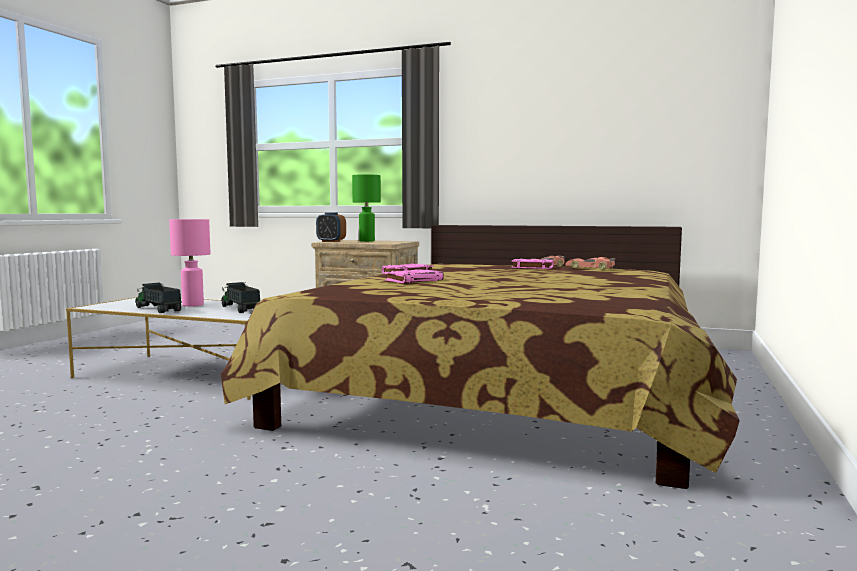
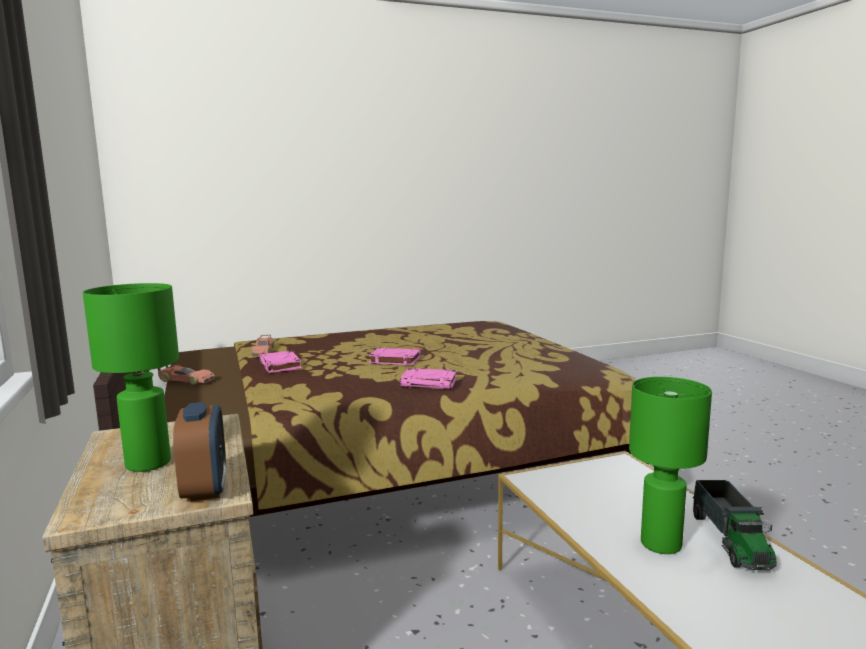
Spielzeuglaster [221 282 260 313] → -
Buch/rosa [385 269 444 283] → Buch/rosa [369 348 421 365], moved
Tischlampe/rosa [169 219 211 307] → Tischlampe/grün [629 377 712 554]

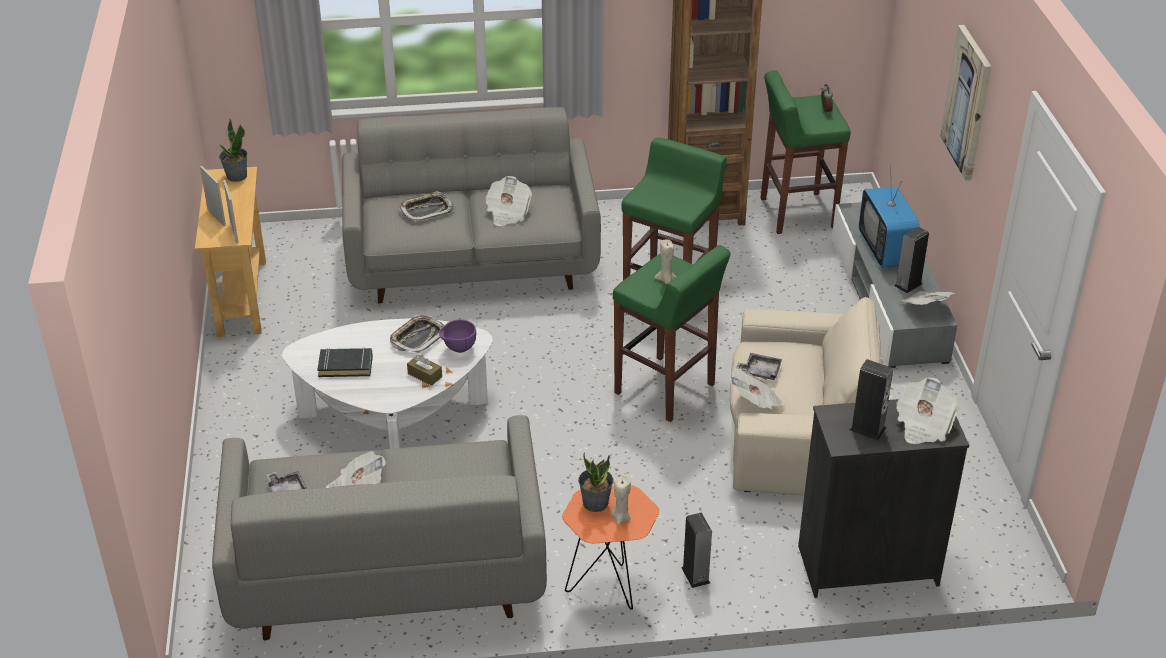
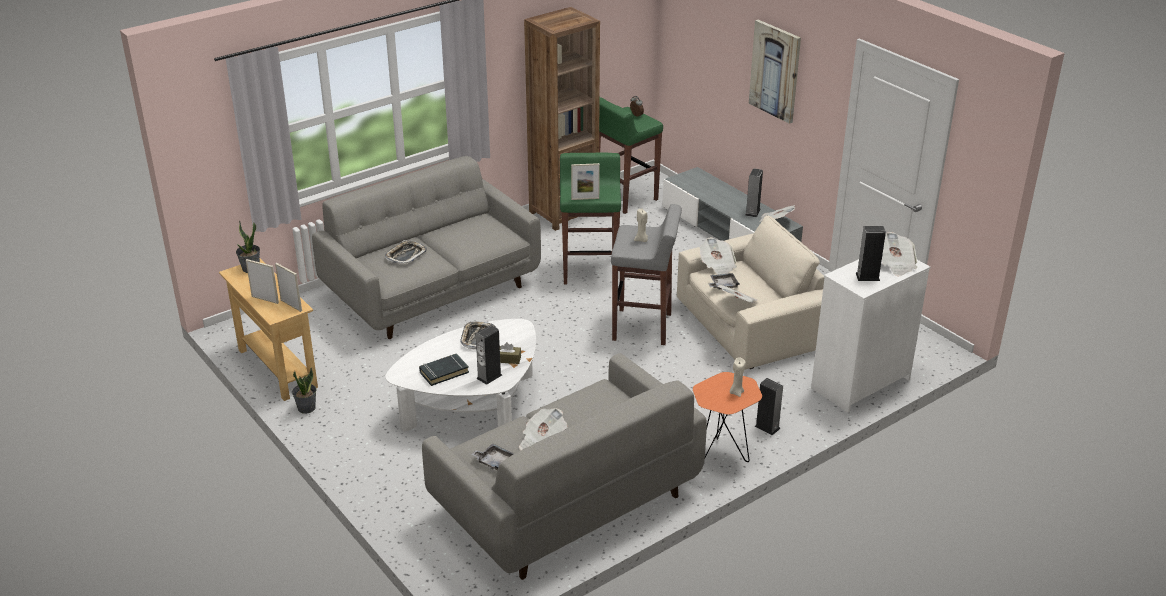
Schüssel/lila [439 319 476 353] → -
Fernseher [859 164 920 268] → -
- → Lautsprecher [476 325 502 385]
- → Bilderrahmen [571 163 600 200]
Zeitung [485 176 532 226] → Zeitung [699 237 737 275], moved
Topfpflanze [578 453 614 512] → Topfpflanze [292 368 316 414], moved
Hocker/grün [613 245 730 422] → Hocker/grau [611 204 682 345]
Kommode/schwarz [798 399 969 598] → Kommode/weiß [811 259 930 413]

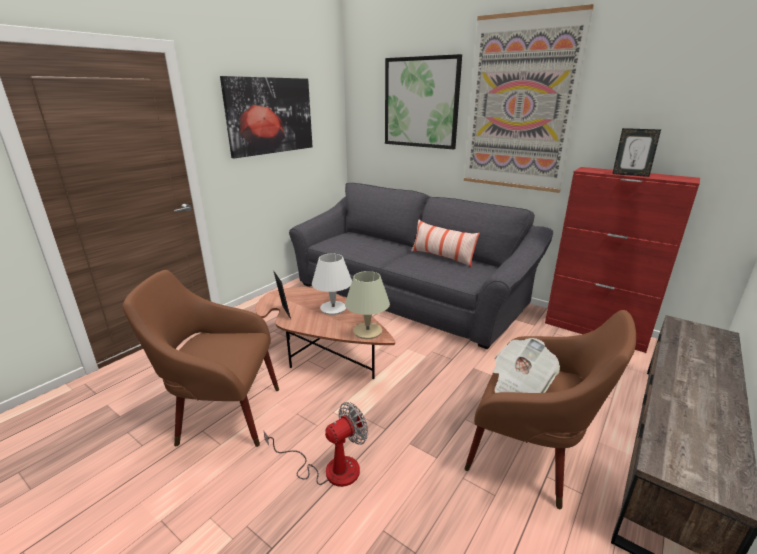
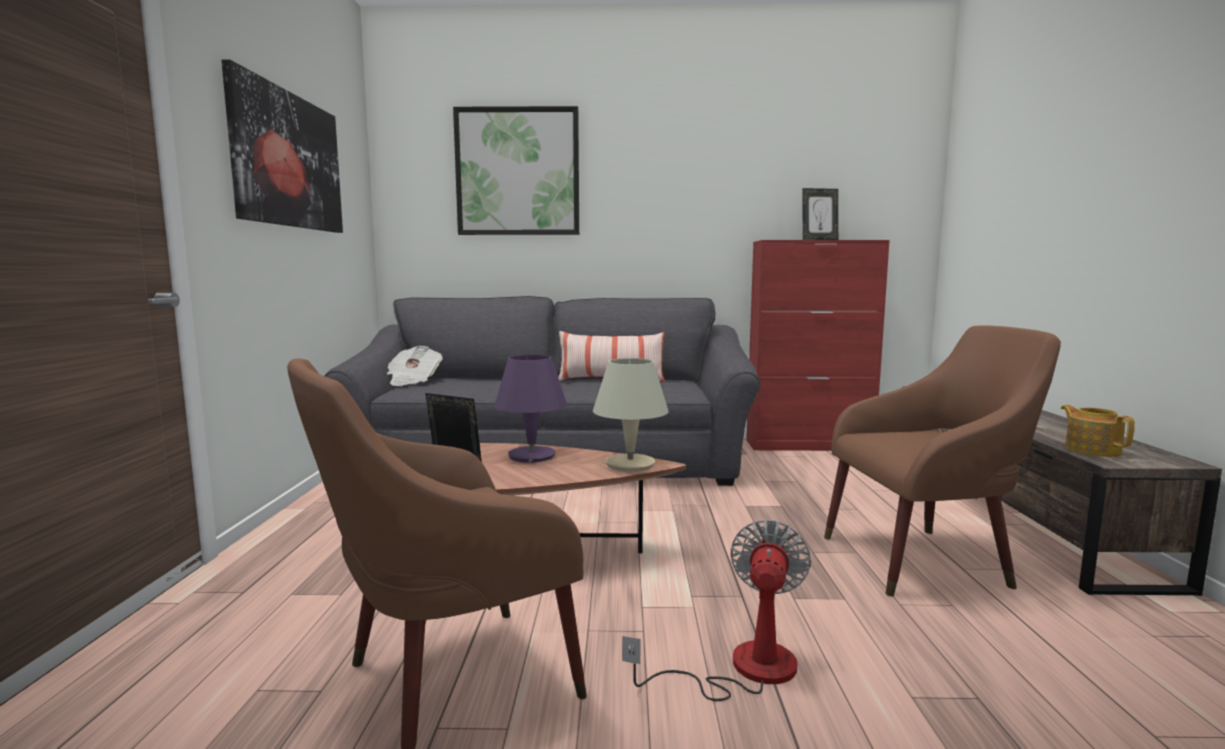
Bild [464 4 594 193] → -
- → Teekanne [1061 405 1135 457]
Zeitung [493 338 560 393] → Zeitung [387 346 443 386], moved
Tischlampe/weiß [312 254 352 315] → Tischlampe/lila [494 355 567 463]

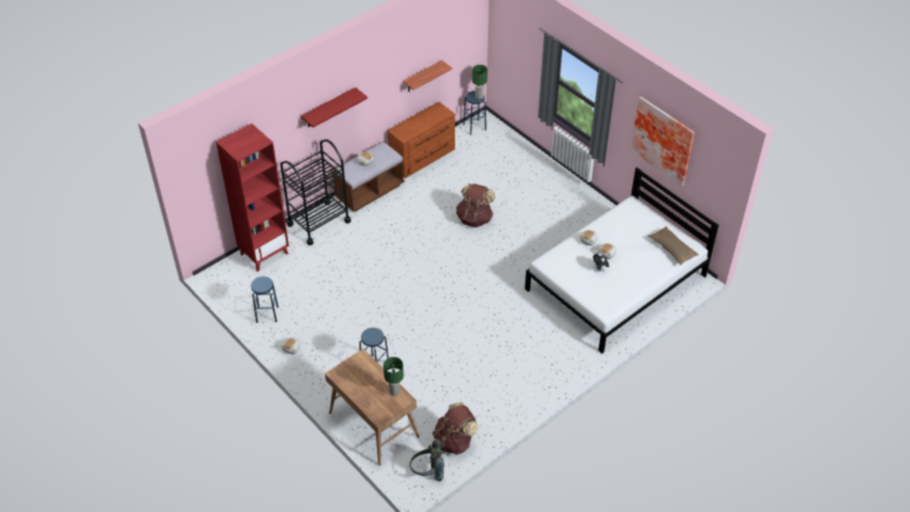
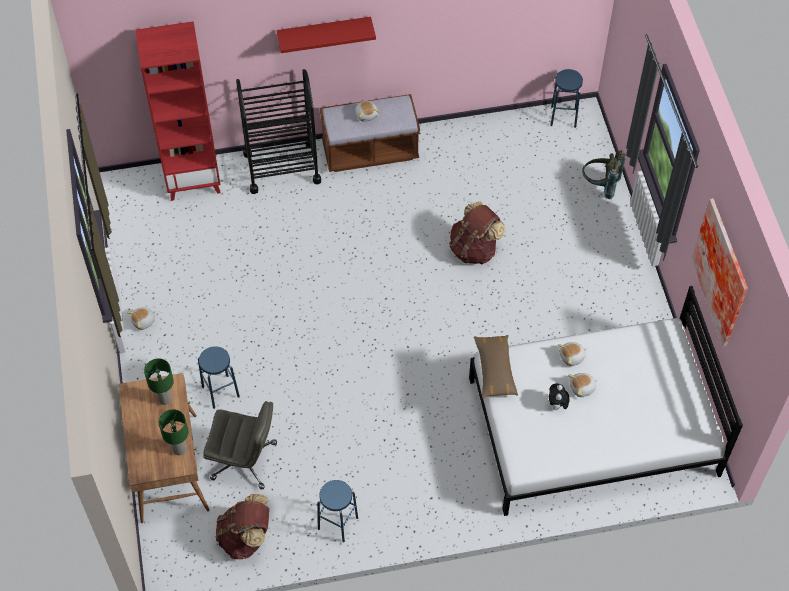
Kommode/braun [387 102 455 178] → -
Wandregal [403 60 452 92] → -
- → Bürostuhl/grau [203 401 277 489]
Hocker/blau [251 276 278 323] → Hocker/blau [317 480 358 542], moved
Rucksack/grau [410 439 444 481] → Rucksack/grau [582 150 625 199], moved
Tischlampe/grün [472 65 488 99] → Tischlampe/grün [144 358 174 405], moved
Kissen/braun [648 226 699 265] → Kissen/braun [474 335 518 399], moved

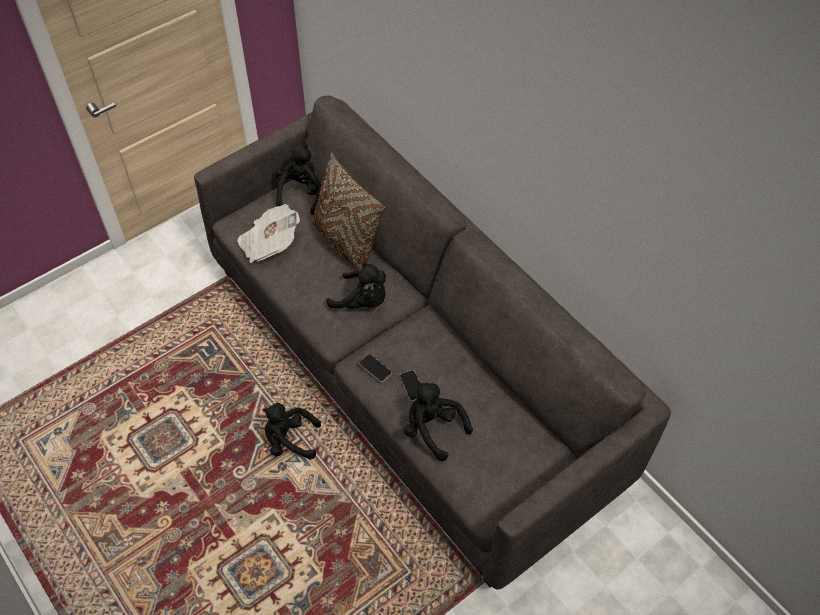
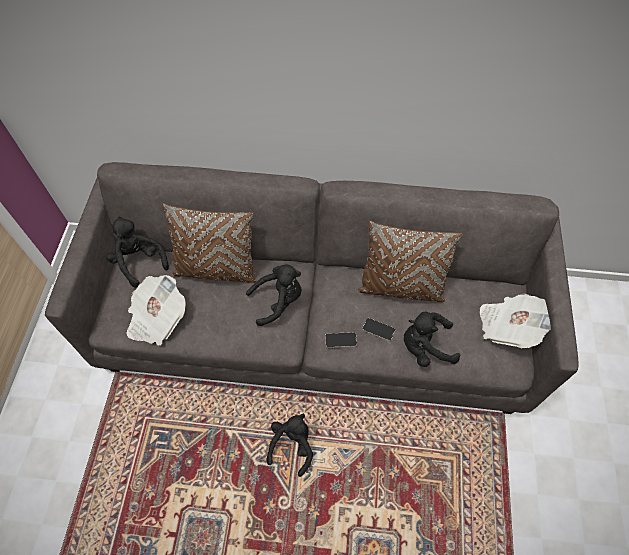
- → Kissen/braun [357 221 463 302]
- → Zeitung [480 294 551 348]
Plüschtier/schwarz [262 403 321 460] → Plüschtier/schwarz [267 413 313 477], 150 degrees clockwise

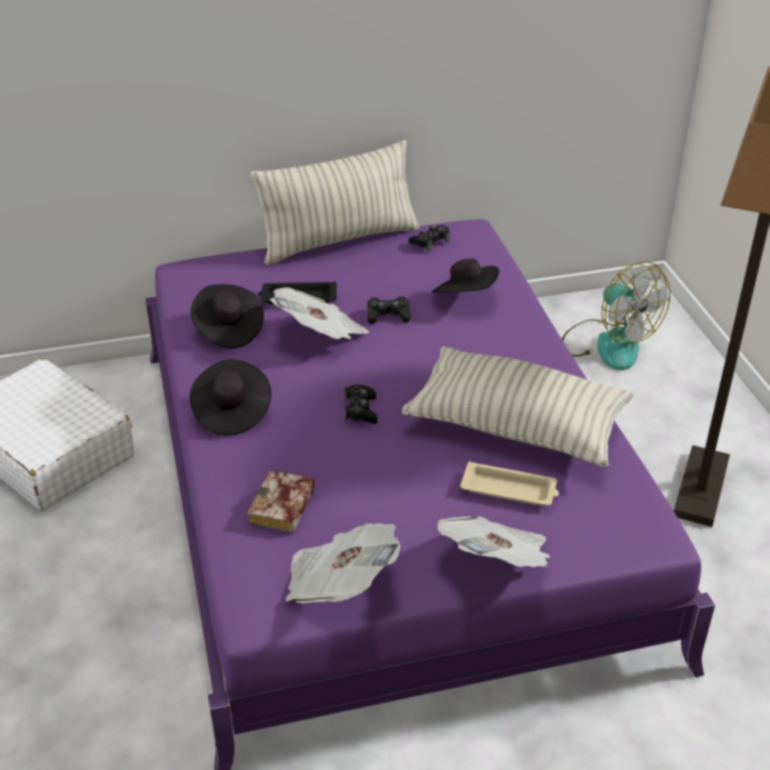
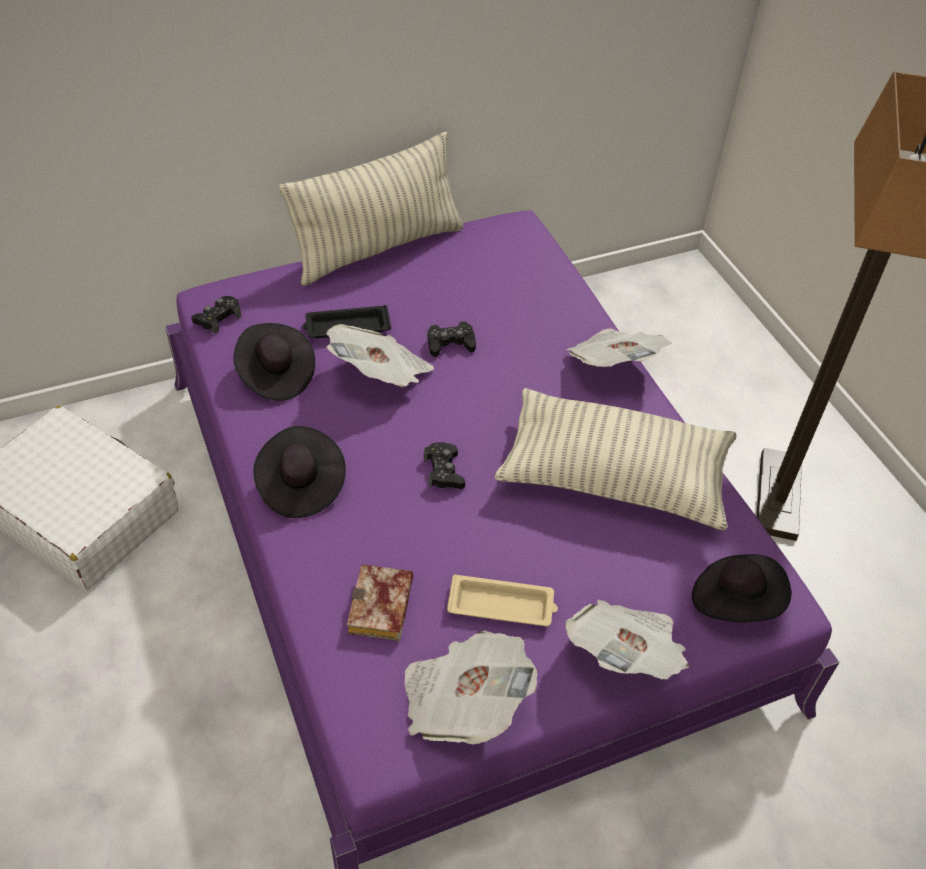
Ventilator [562 262 670 370] → -
- → Zeitung [566 328 672 367]
Gamepad/schwarz [409 225 450 252] → Gamepad/schwarz [191 296 242 334], moved
Hut/schwarz [432 259 499 293] → Hut/schwarz [692 554 791 623], moved
Tablett/beige [460 461 559 506] → Tablett/beige [447 574 558 626], moved

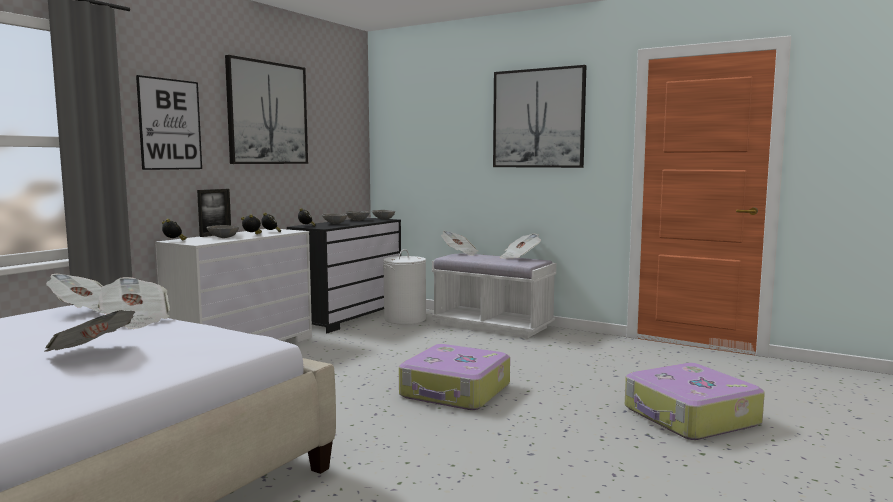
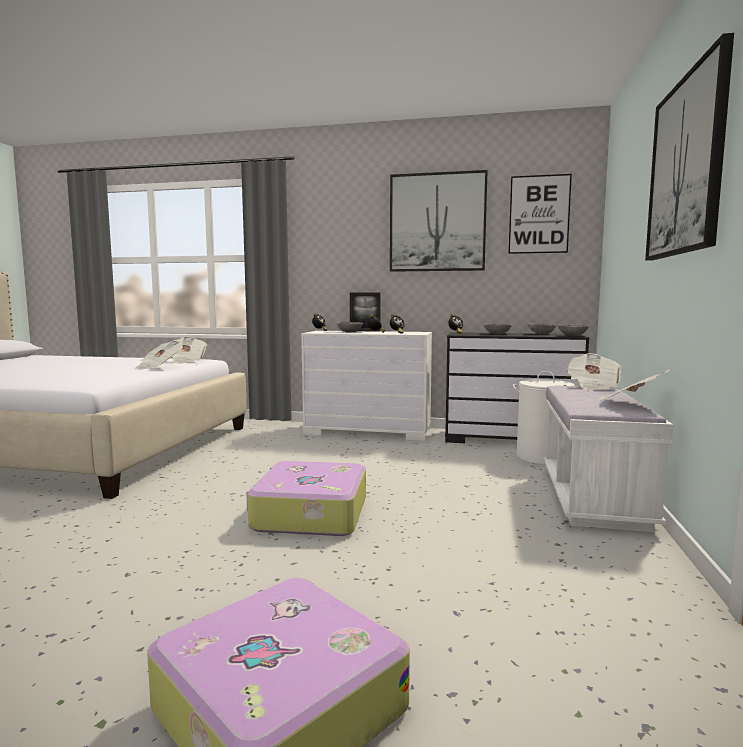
Zeitung [45 310 135 352] → -
Bild [136 75 202 170] → Bild [508 174 572 254], moved

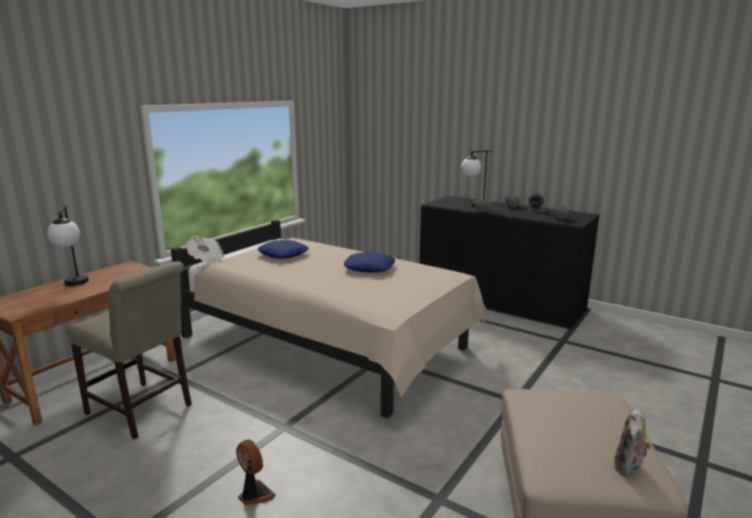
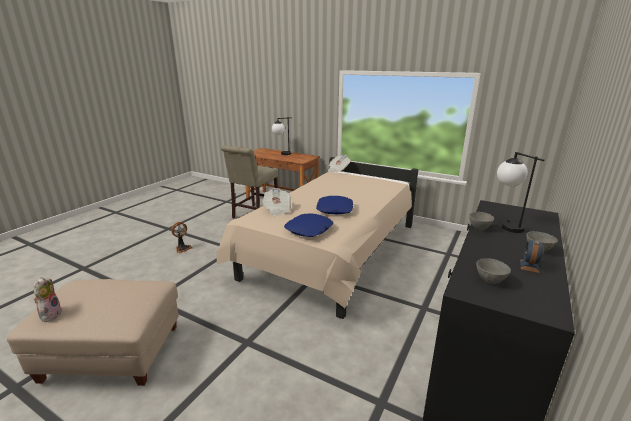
- → Zeitung [262 188 292 216]
Kissen/blau [257 240 309 258] → Kissen/blau [284 214 333 237], moved
Plüschtier [613 408 651 477] → Plüschtier [33 277 62 322], 60 degrees clockwise

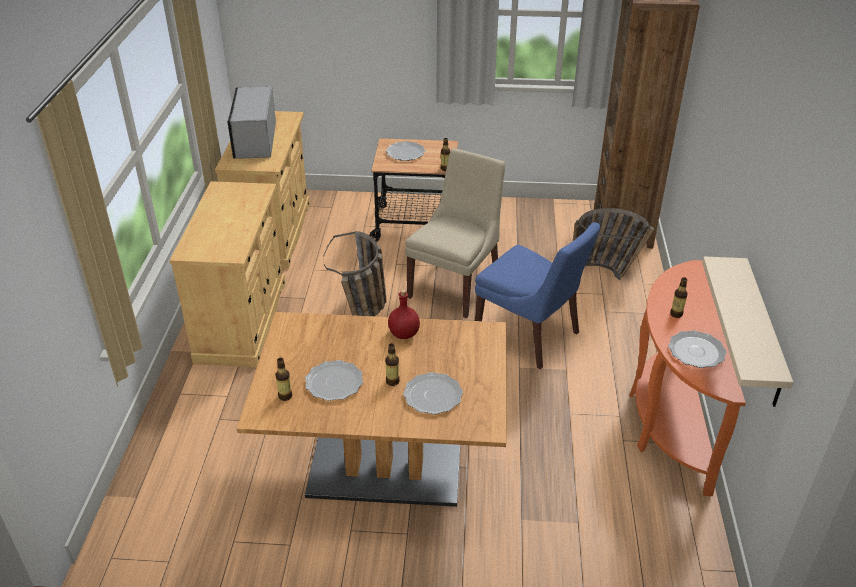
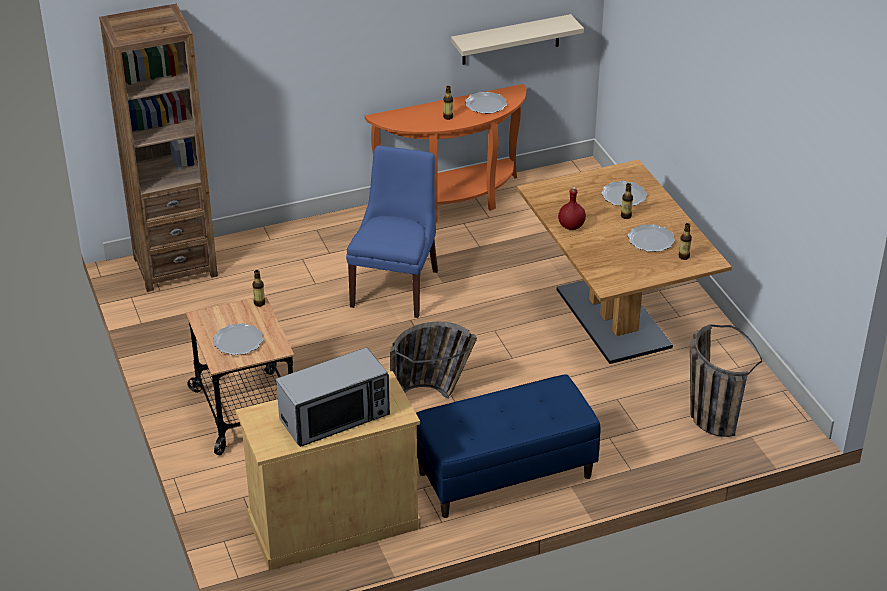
Stuhl/beige [405 148 505 318] → -
Korb [572 208 654 280] → Korb [690 324 762 437], moved
Schrank/beige [169 181 285 367] → Bank/blau [416 374 601 518]

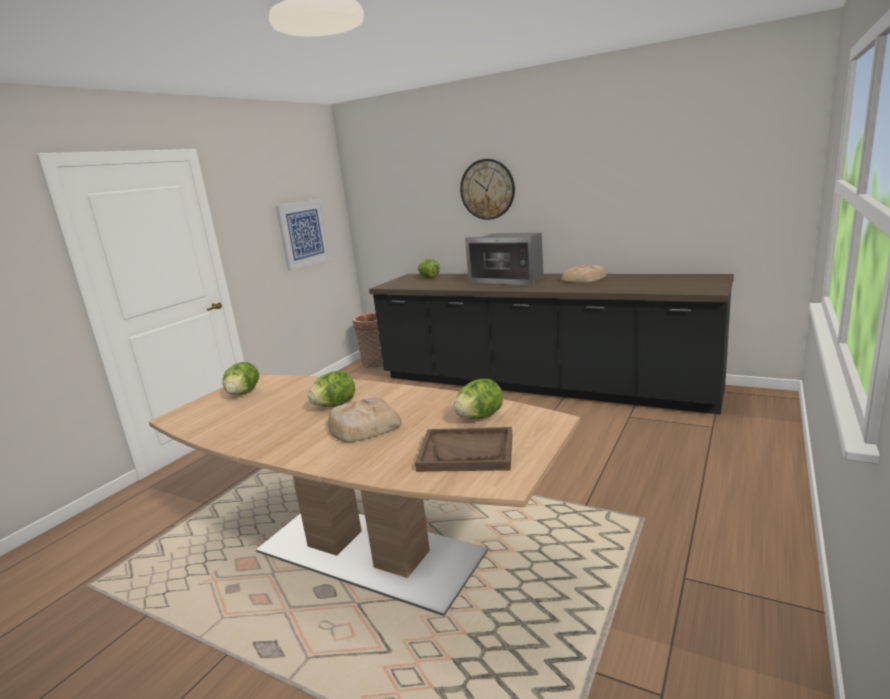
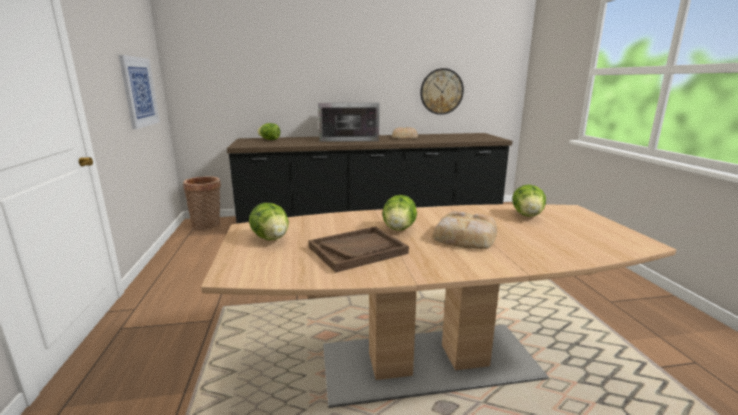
Tablett/braun [415 427 512 472] → Tablett/braun [309 226 409 273], moved
Wanduhr [460 159 515 220] → Wanduhr [420 68 464 115], moved

